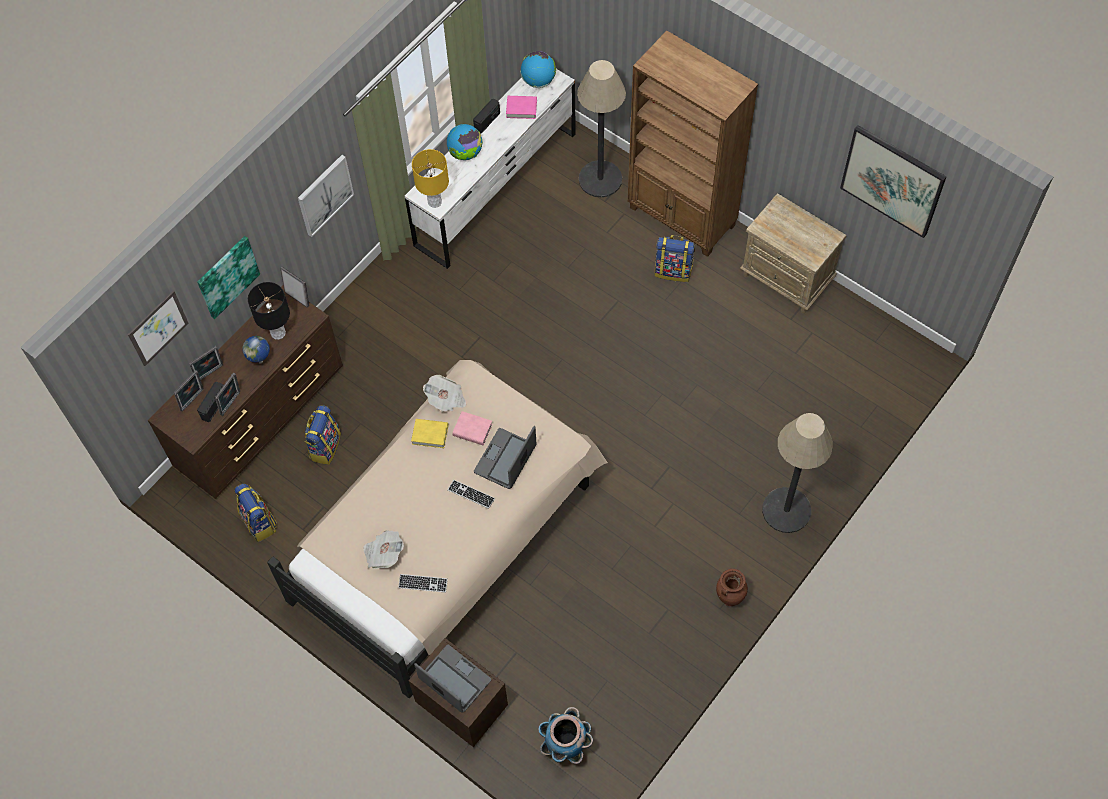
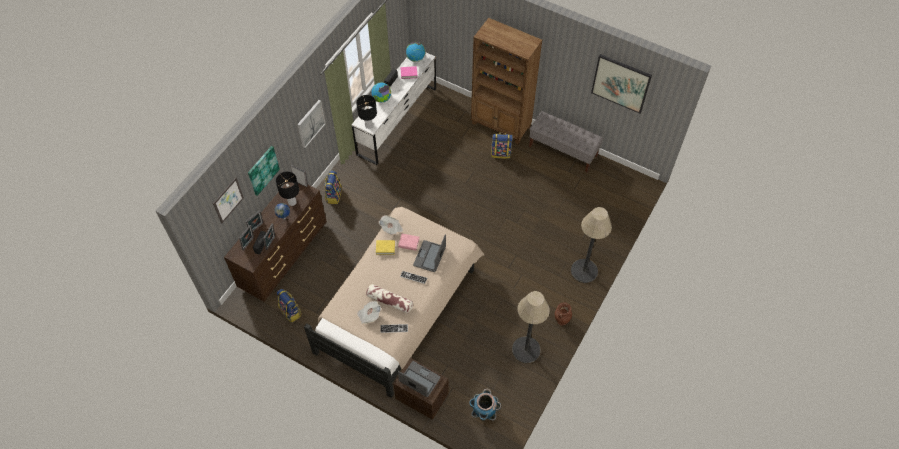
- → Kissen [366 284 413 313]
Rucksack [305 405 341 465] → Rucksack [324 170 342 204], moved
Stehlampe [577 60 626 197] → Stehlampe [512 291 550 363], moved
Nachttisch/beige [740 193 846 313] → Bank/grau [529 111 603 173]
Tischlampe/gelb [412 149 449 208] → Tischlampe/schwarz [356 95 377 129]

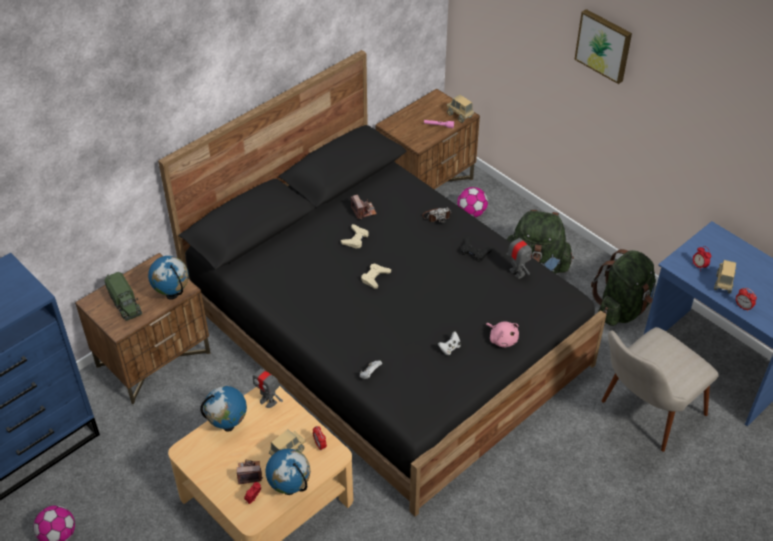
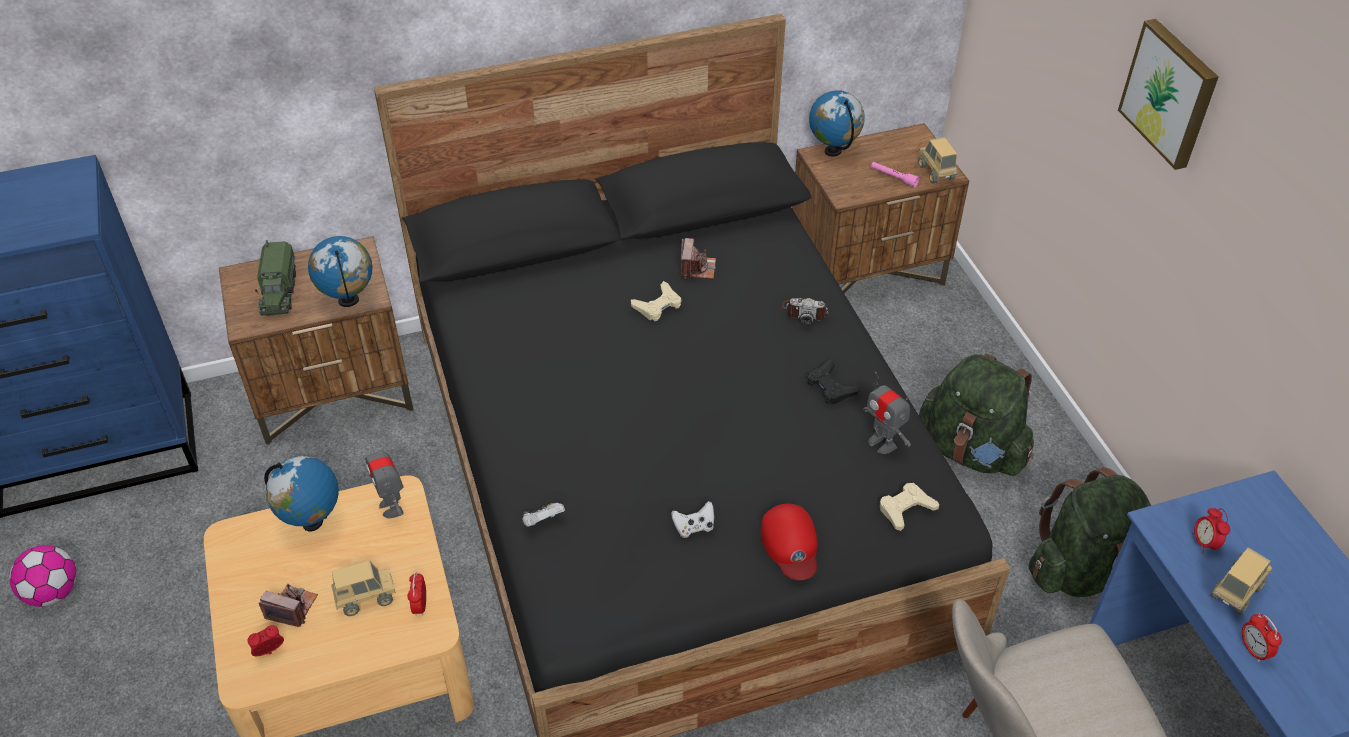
Fußball [457 187 488 217] → -
Globus [265 449 310 495] → Globus [809 90 865 157], moved
Gamepad/beige [361 263 391 289] → Gamepad/beige [880 483 939 531], moved
Plüschtier/rosa [486 321 519 348] → Kappe/rot [761 504 818 580]
Spielzeugroboter [506 234 532 279] → Spielzeugroboter [863 372 911 454], 150 degrees clockwise

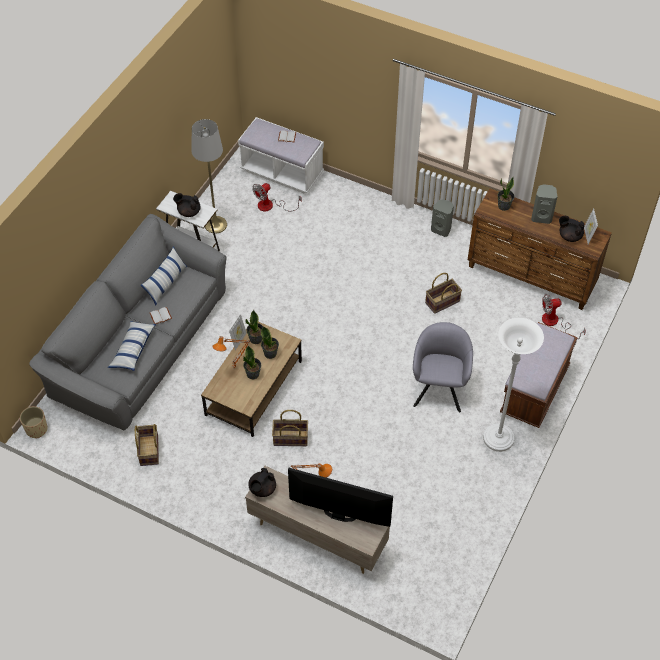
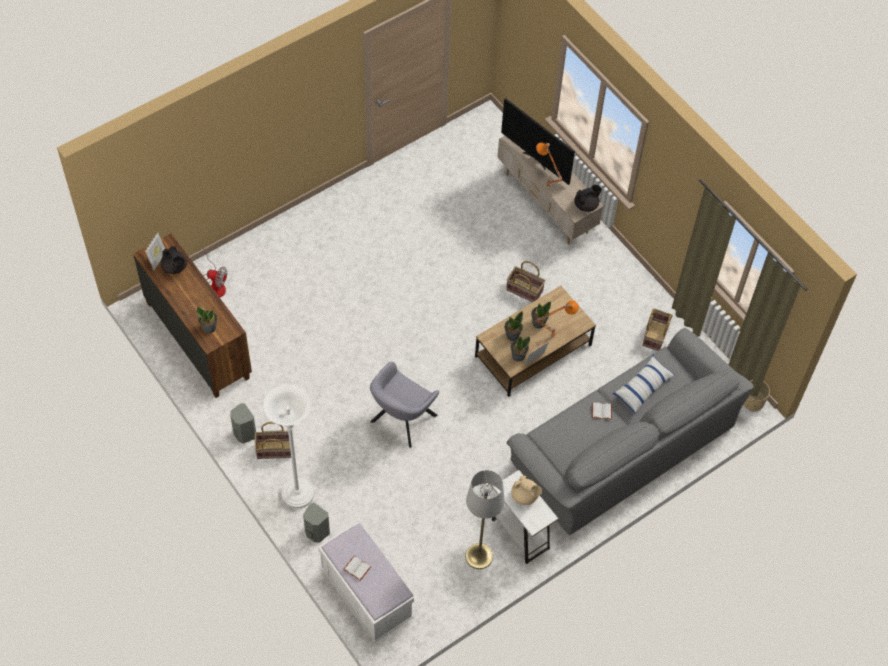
Kissen [141 247 187 306] → -
Ventilator [252 183 302 211] → -
Bank/braun [500 322 578 428] → -
Sessel/grau [413 322 473 412] → Sessel/grau [370 362 439 448], moved
Korb [425 273 462 314] → Korb [255 422 291 459], moved
Stehlampe/weiß [483 318 544 452] → Stehlampe/weiß [264 384 314 509], moved
Lautsprecher/grau [531 184 557 224] → Lautsprecher/grau [303 503 330 542], moved
Teekanne/schwarz [173 193 201 217] → Teekanne/beige [511 475 542 505]

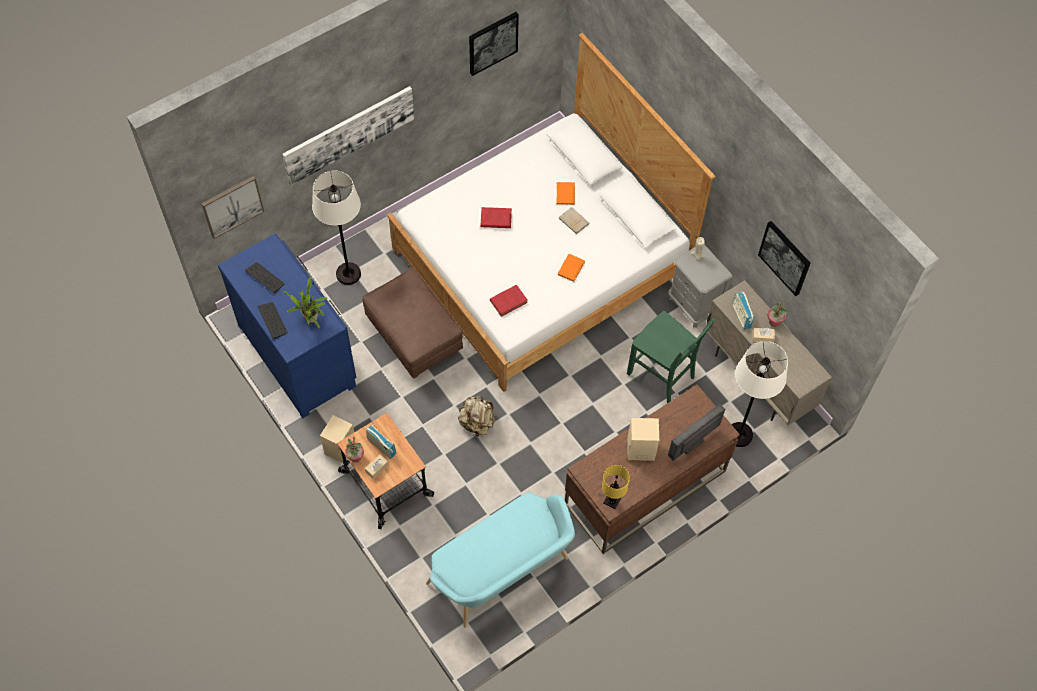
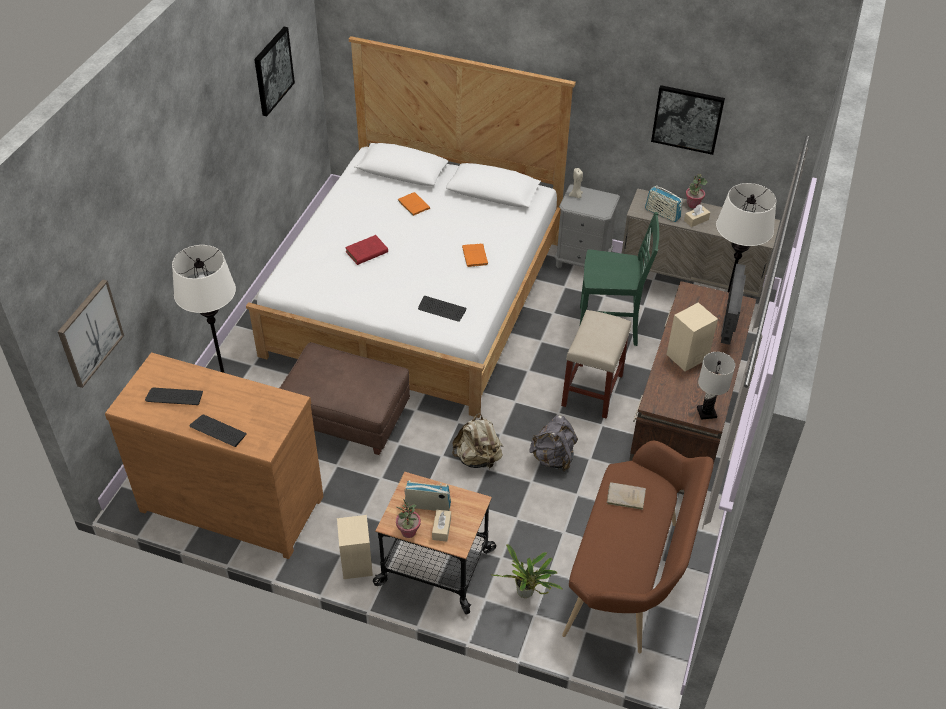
Bild [283 86 414 185] → -
- → Rucksack/grau [529 415 578 472]
- → Hocker/beige [561 310 631 419]
Topfpflanze [283 278 327 329] → Topfpflanze [492 544 563 598], moved
Buch/beige [558 207 589 234] → Buch/beige [607 482 646 510], moved
Buch/rot [490 285 528 317] → Tastatur [418 296 467 322]
Kommode/blau [218 234 356 418] → Kommode/braun [105 353 324 559]
Bank/türkis [426 492 575 628] → Bank/braun [562 441 714 653]
Tischlampe/gelb [602 465 630 509] → Tischlampe/weiß [697 352 735 420]

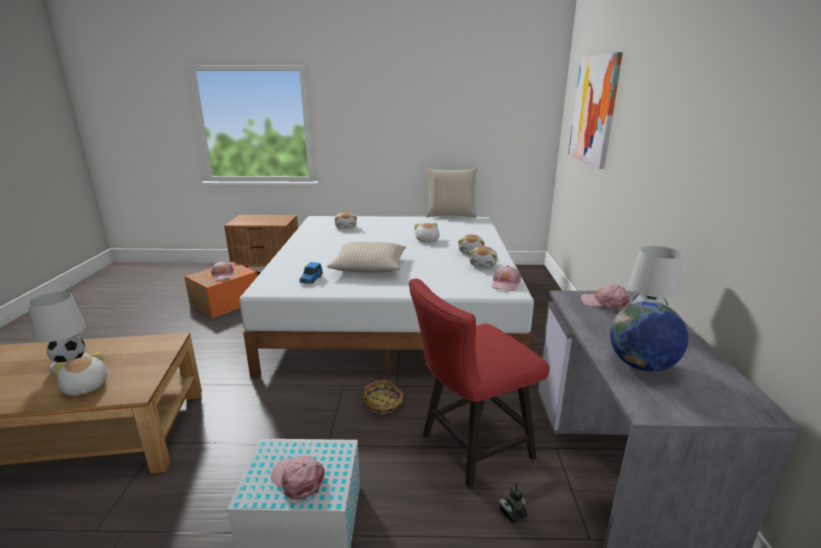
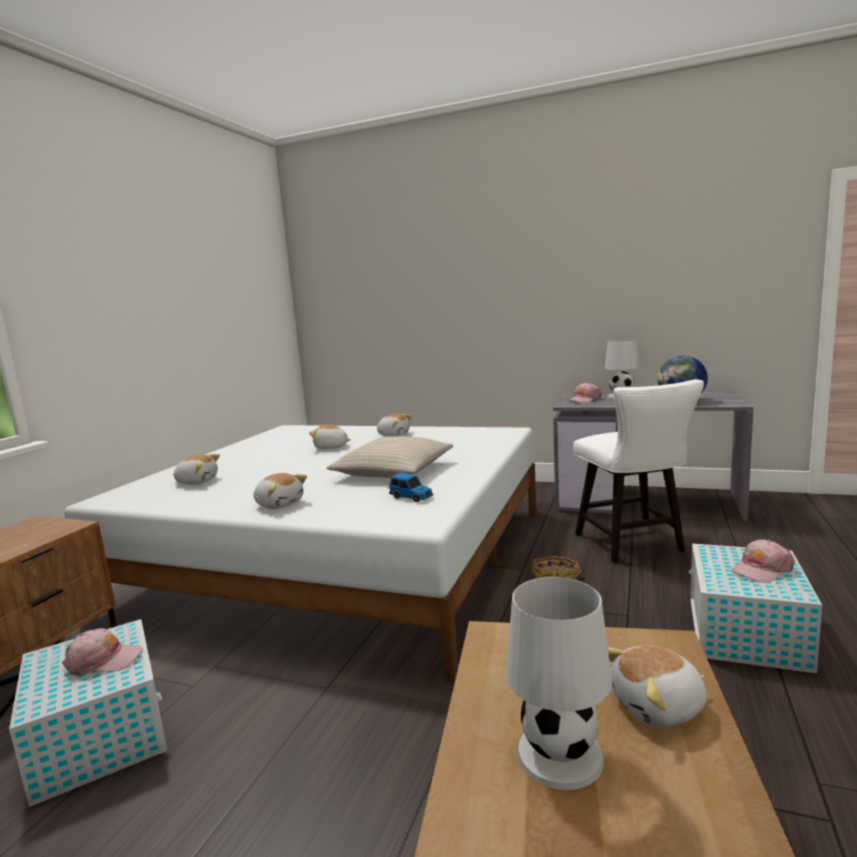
Kissen/beige [426 168 477 218] → -
Kappe/rosa [492 265 521 291] → -
Spielzeugroboter [499 483 528 523] → -
Bild [568 52 623 169] → -
Plüschtier [468 246 498 268] → Plüschtier [254 473 307 509], moved
Aufbewahrungsbox/orange [184 262 257 318] → Aufbewahrungsbox/weiß [9 619 167 807]
Stuhl/rot [409 279 550 487] → Stuhl/weiß [573 379 704 563]

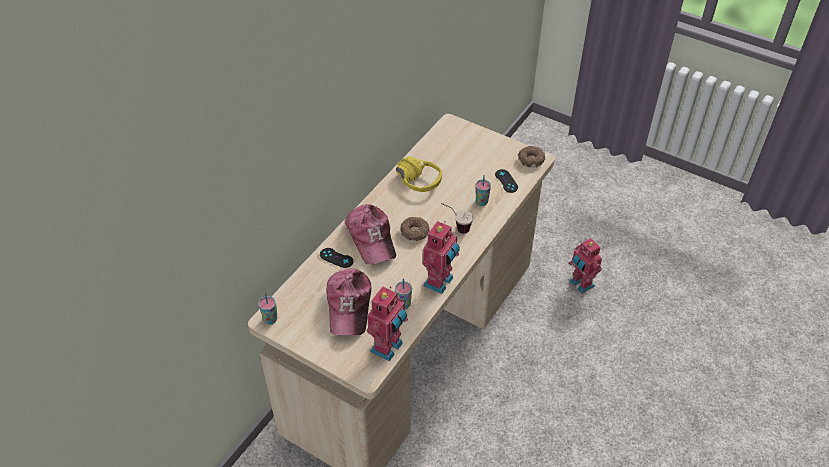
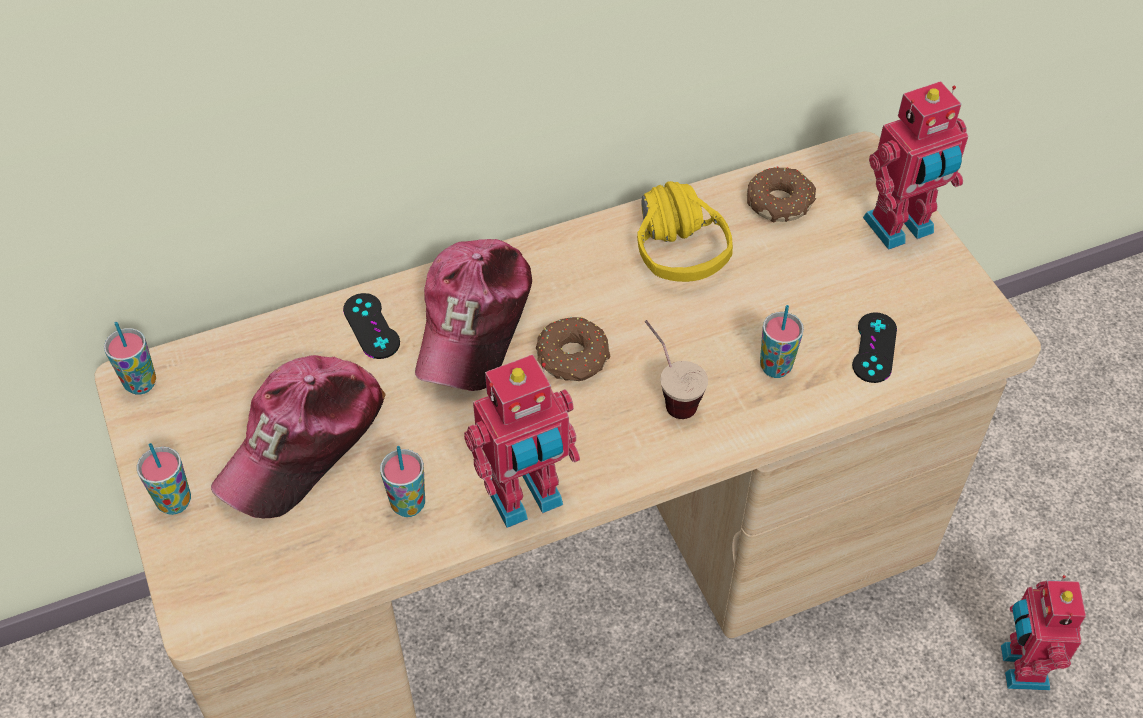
- → Tasse [137 443 191 515]
Spielzeugroboter [367 286 408 361] → Spielzeugroboter [863 81 968 250], moved
Donut [518 146 545 168] → Donut [747 166 816 223], moved

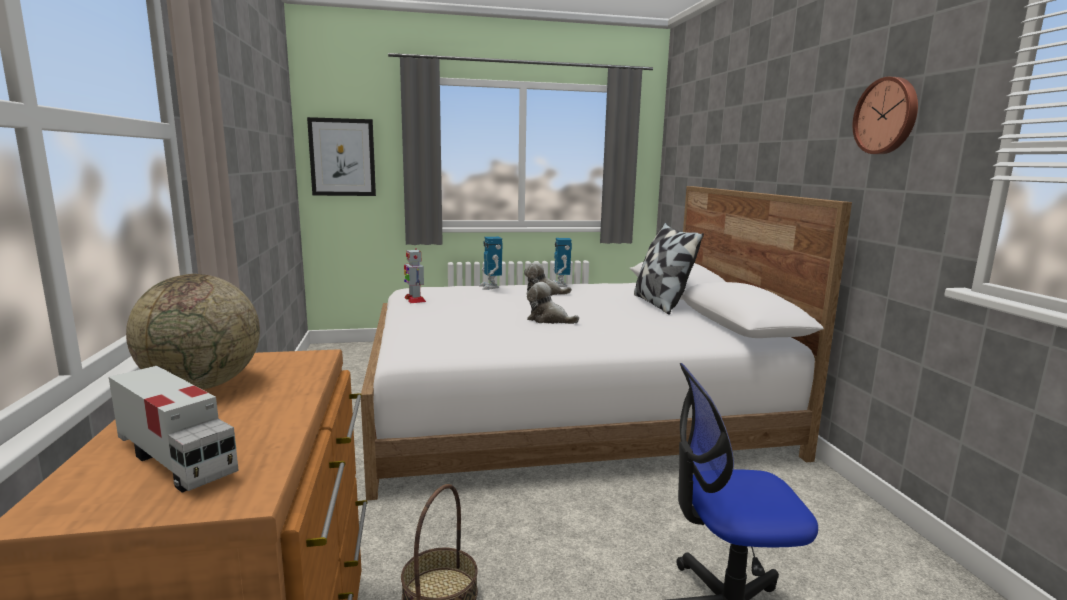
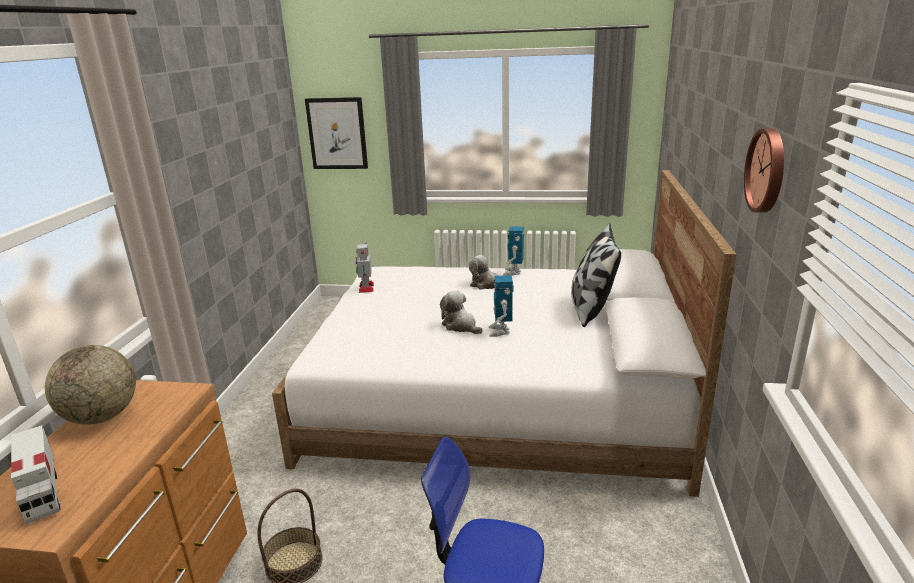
Spielzeugroboter [479 237 502 290] → Spielzeugroboter [488 275 513 337], moved

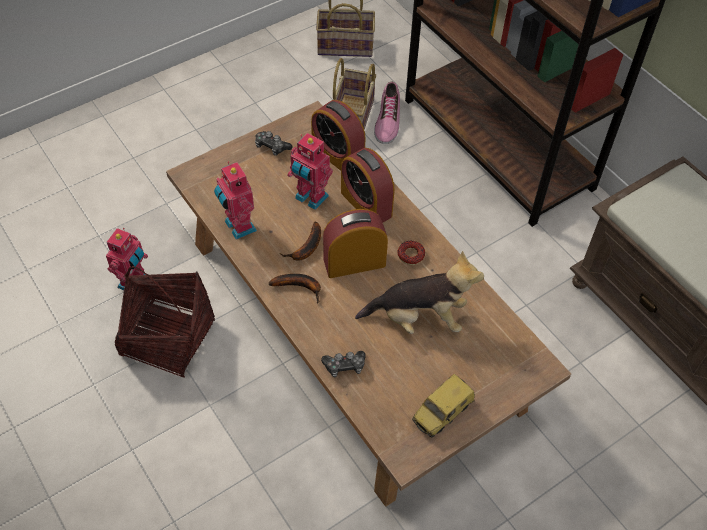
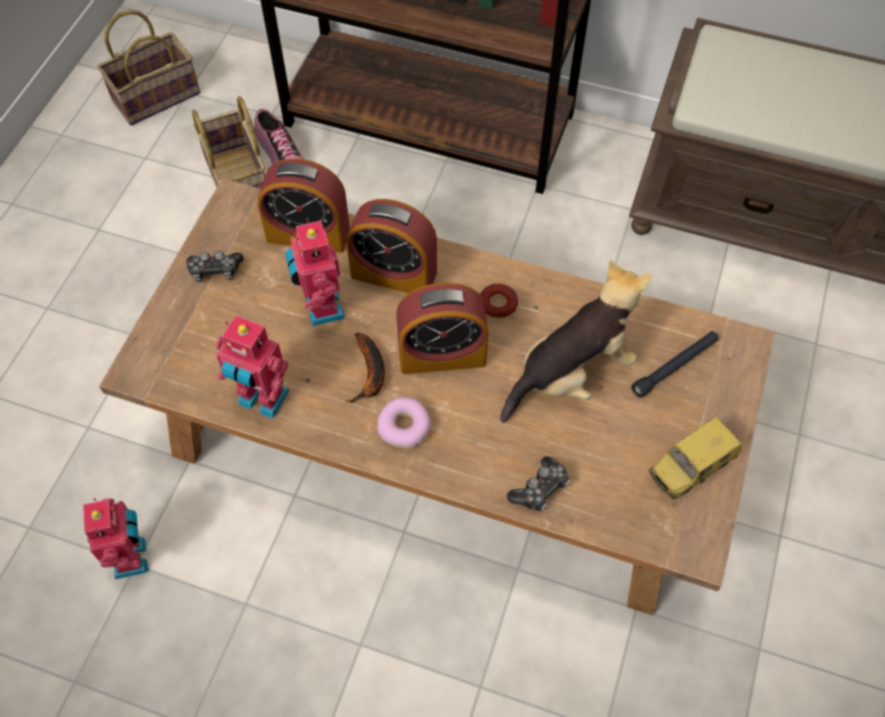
Korb [115 266 215 378] → -
- → Taschenlampe/schwarz [631 331 719 398]
Banane [269 274 321 303] → Donut [377 397 431 448]
Spielzeugroboter [287 133 333 210] → Spielzeugroboter [285 218 345 326], 75 degrees clockwise
Wecker [323 209 388 278] → Wecker [396 283 488 374], 135 degrees counterclockwise
Spielzeugauto [412 374 475 438] → Spielzeugauto [649 416 741 499], 45 degrees clockwise

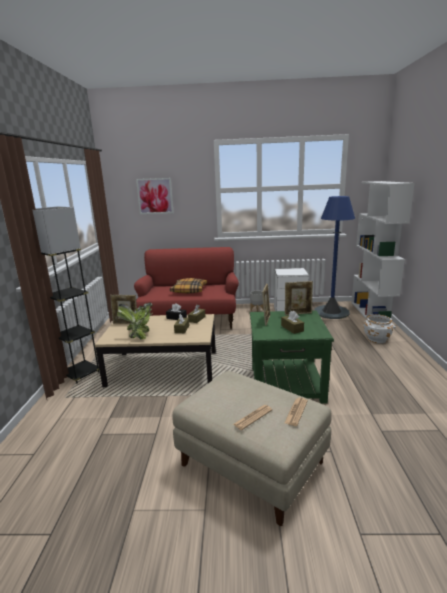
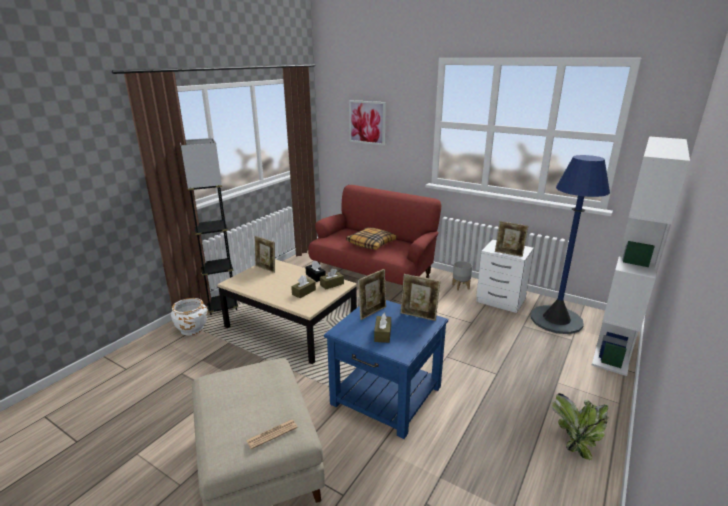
Zeitung [233 405 272 430] → -
- → Bilderrahmen [495 221 528 257]
Topfpflanze [117 303 153 339] → Topfpflanze [552 393 609 460], moved
Pflanzkübel/weiß [364 314 394 343] → Pflanzkübel/weiß [171 298 208 335], moved
Beistelltisch/grün [250 310 334 404] → Beistelltisch/blau [324 300 448 439]

